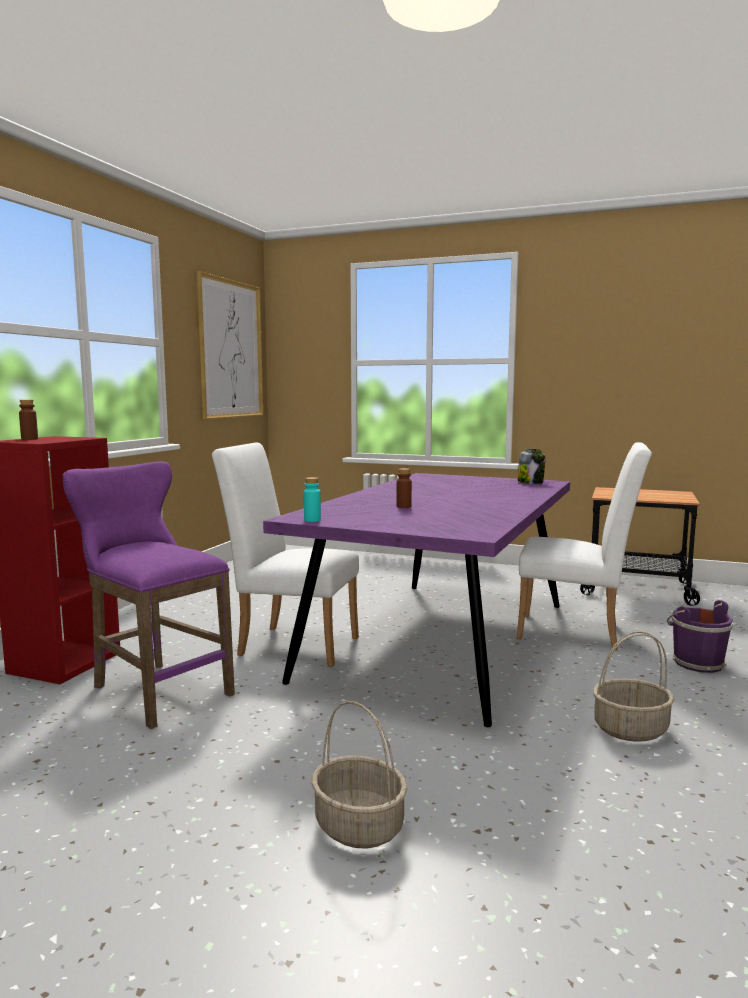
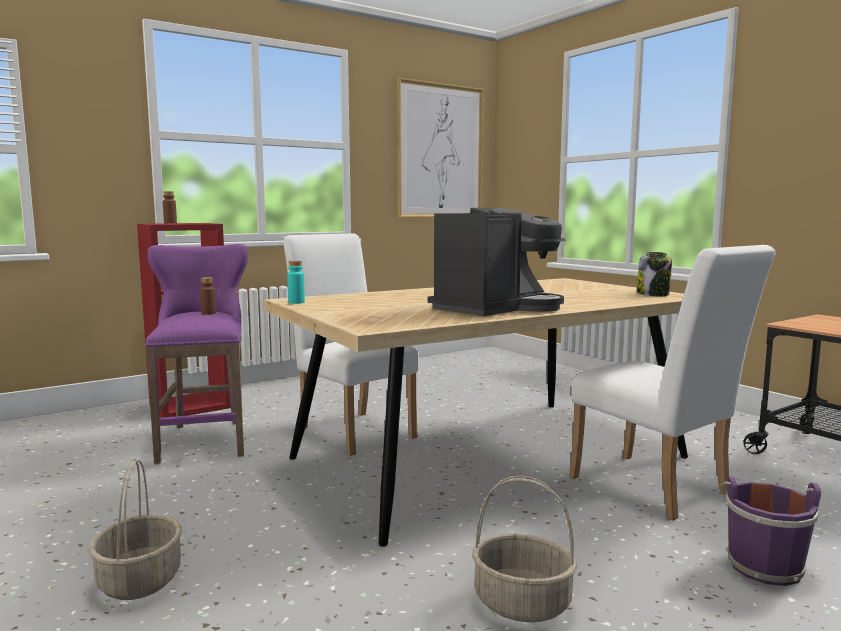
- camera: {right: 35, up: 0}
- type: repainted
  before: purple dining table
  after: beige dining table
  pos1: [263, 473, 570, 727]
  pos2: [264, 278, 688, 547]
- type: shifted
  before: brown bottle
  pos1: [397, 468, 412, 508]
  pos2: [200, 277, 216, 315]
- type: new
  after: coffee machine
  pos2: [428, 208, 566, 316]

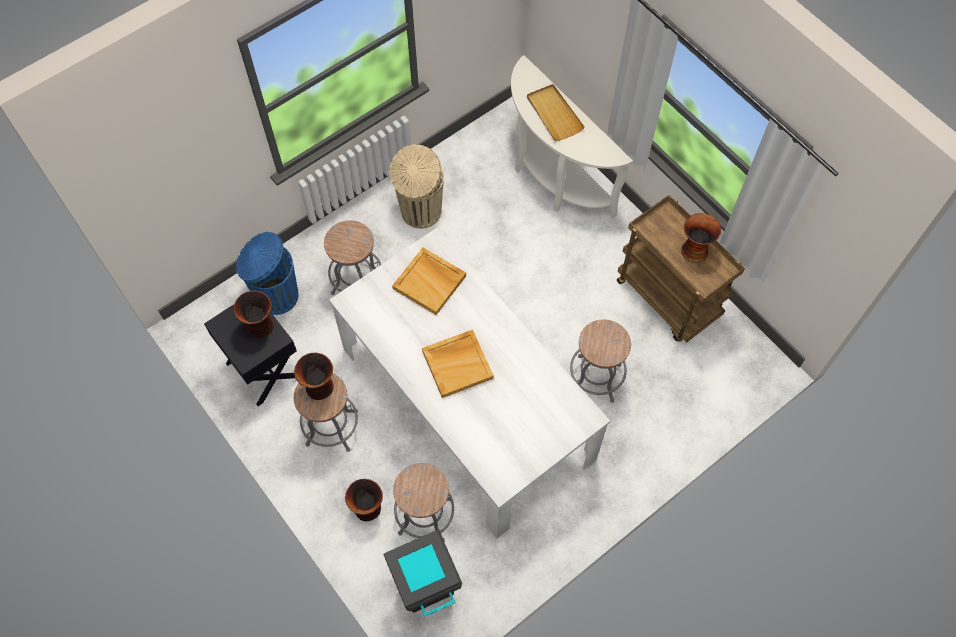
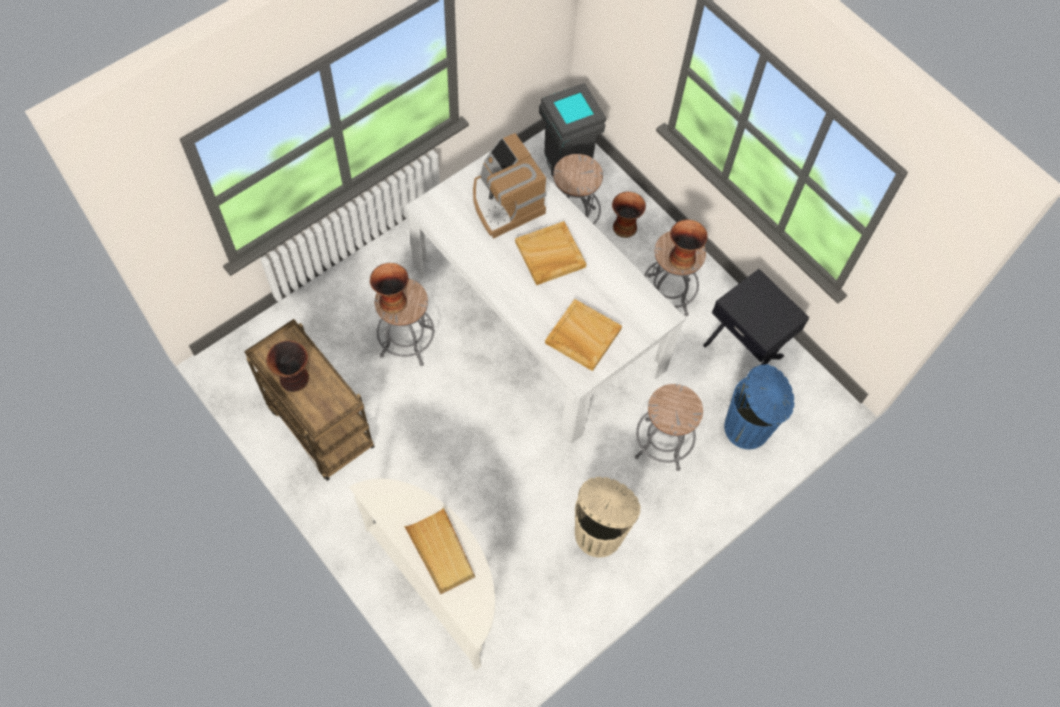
- camera: {right: 175, up: 0}
- type: shifted
  before: vase
  pos1: [234, 291, 274, 339]
  pos2: [370, 263, 409, 314]
- type: new
  after: coffee machine
  pos2: [473, 133, 546, 239]

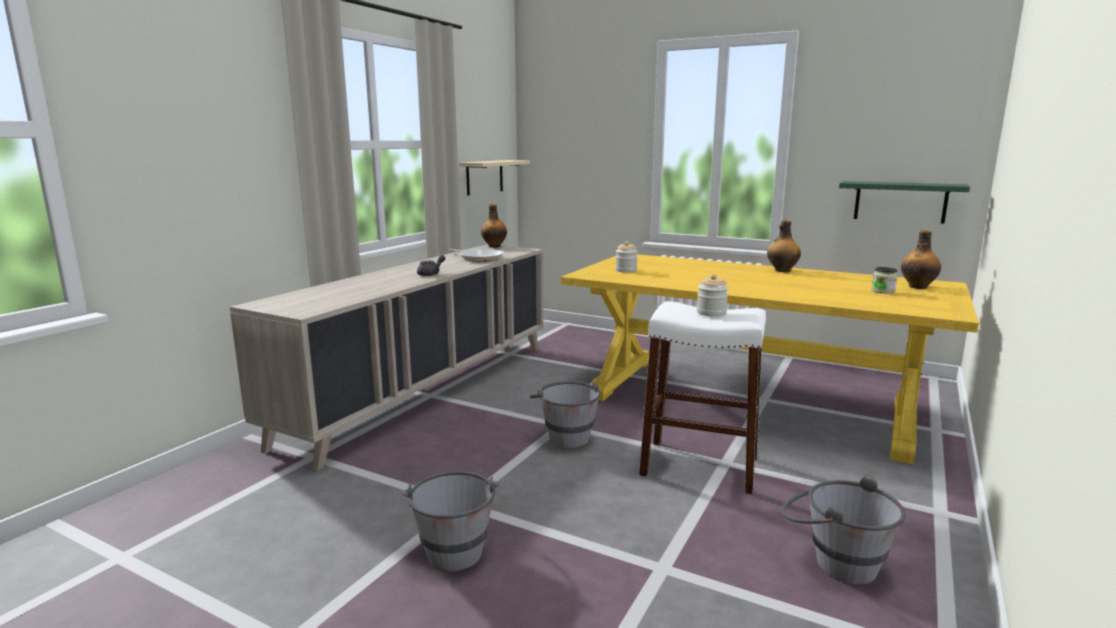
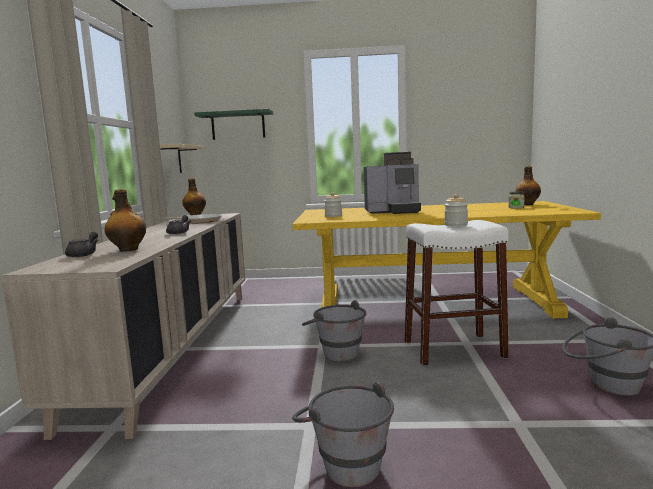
- camera: {right: -25, up: -5}
- type: shifted
  before: bottle
  pos1: [767, 220, 801, 272]
  pos2: [105, 189, 146, 252]
- type: shifted
  before: green shelf
  pos1: [839, 181, 970, 224]
  pos2: [194, 109, 273, 140]
- type: new
  after: grey teapot
  pos2: [65, 231, 98, 257]
- type: new
  after: coffee machine
  pos2: [364, 152, 421, 214]

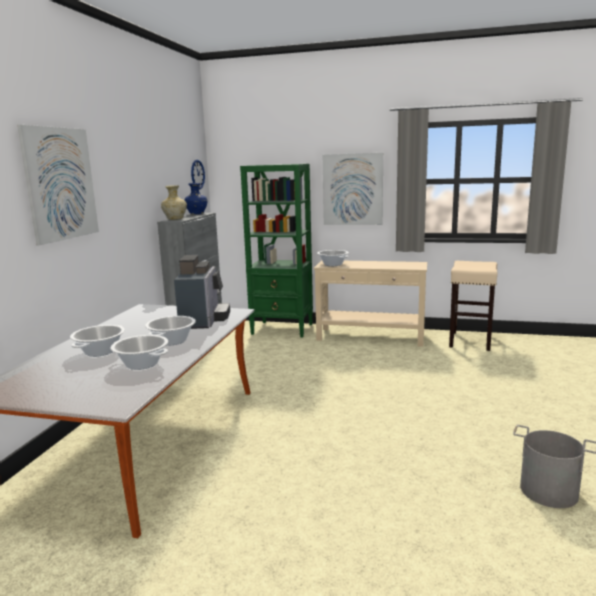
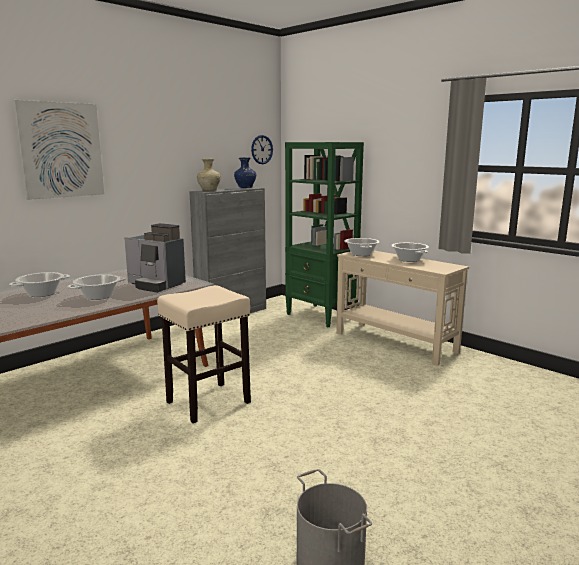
- camera: {right: 30, up: 0}
- type: shifted
  before: cooking pot
  pos1: [110, 335, 168, 370]
  pos2: [391, 243, 429, 262]
- type: rotated
  before: coffee machine
  pos1: [174, 255, 230, 329]
  pos2: [124, 223, 186, 293]
  turn: 90
- type: gone
  before: picture
  pos1: [323, 153, 383, 225]
- type: shifted
  before: beige stool
  pos1: [449, 261, 497, 351]
  pos2: [157, 285, 251, 423]

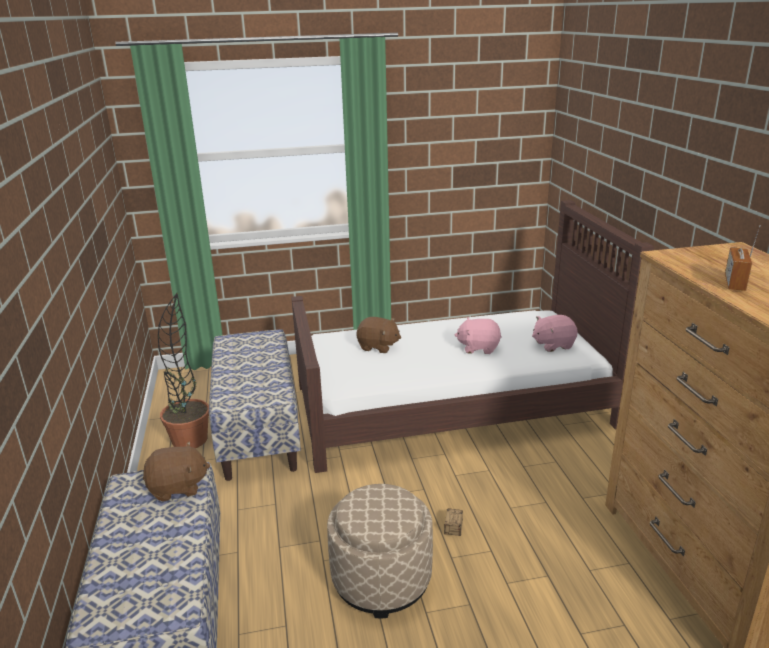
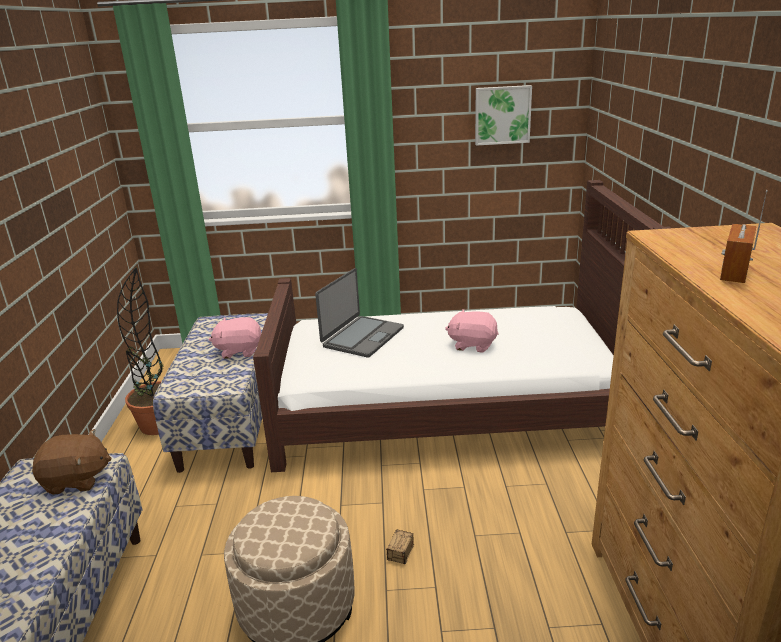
- camera: {right: 10, up: 0}
- type: swapped
  before: brown plush toy
  after: laptop
  pos1: [356, 317, 401, 353]
  pos2: [315, 268, 404, 358]
- type: shifted
  before: pink plush toy
  pos1: [532, 315, 578, 352]
  pos2: [209, 317, 261, 359]
- type: new
  after: picture
  pos2: [475, 85, 532, 146]

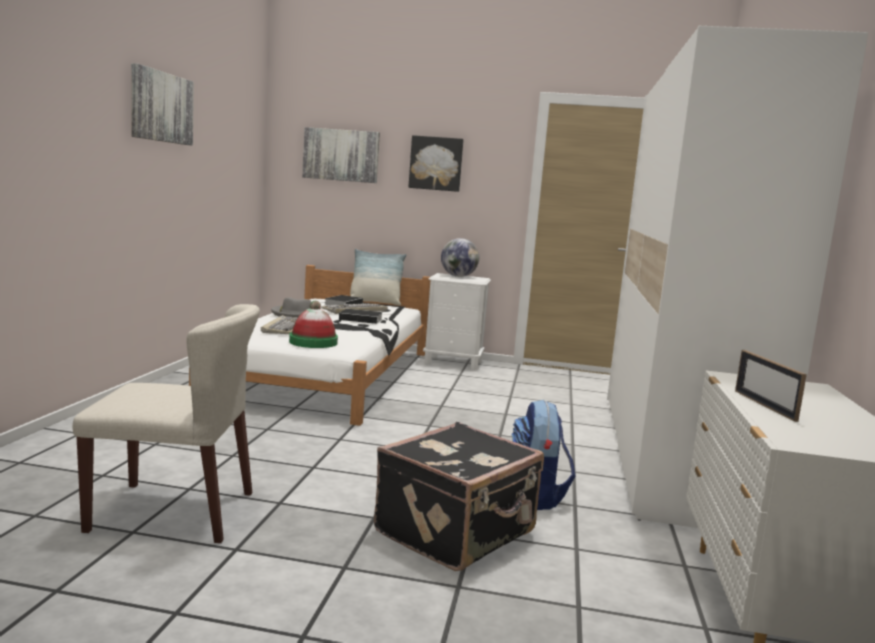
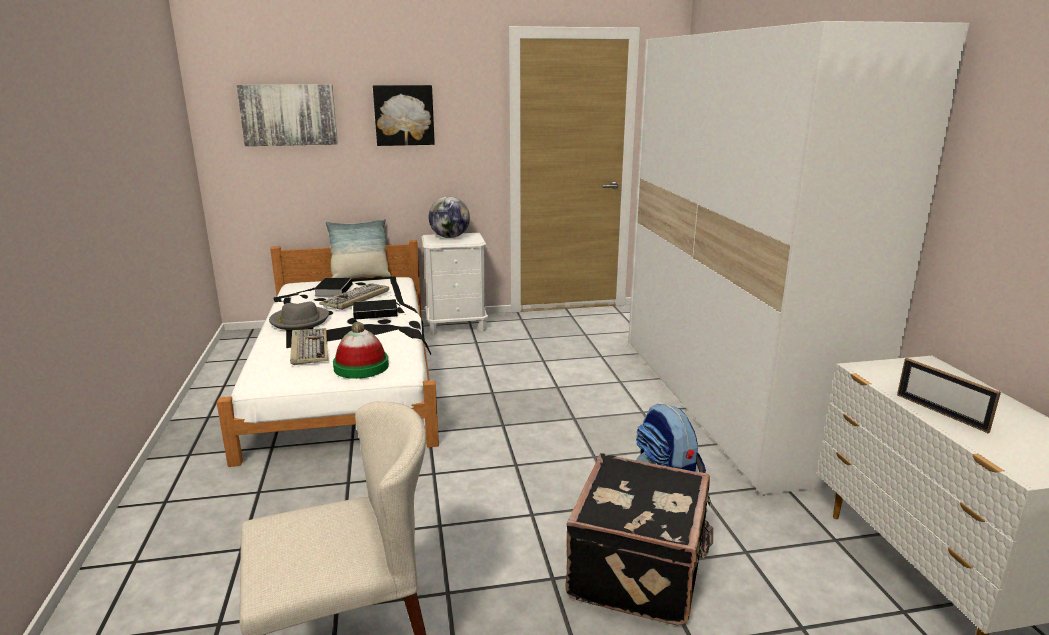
- camera: {right: -20, up: 10}
- type: gone
  before: picture
  pos1: [132, 63, 194, 146]

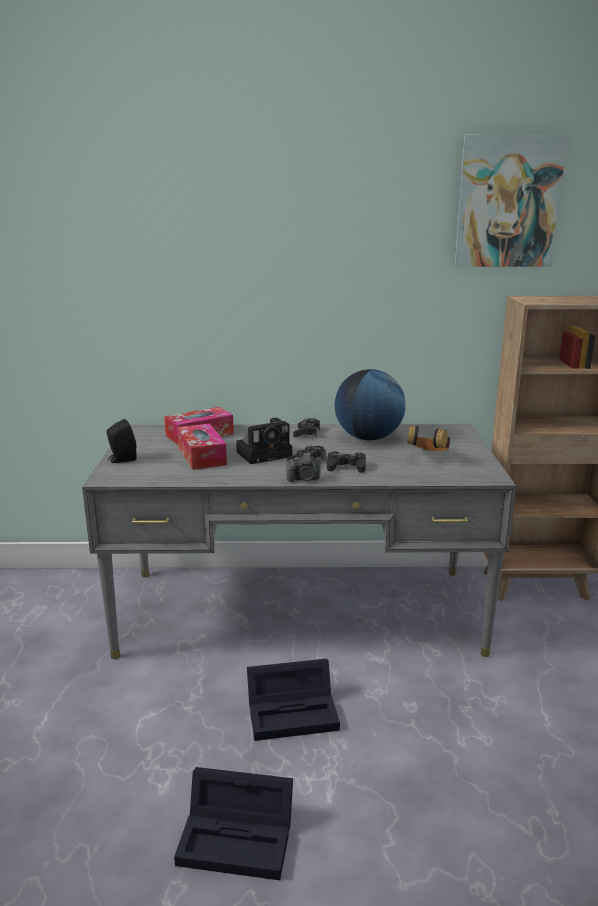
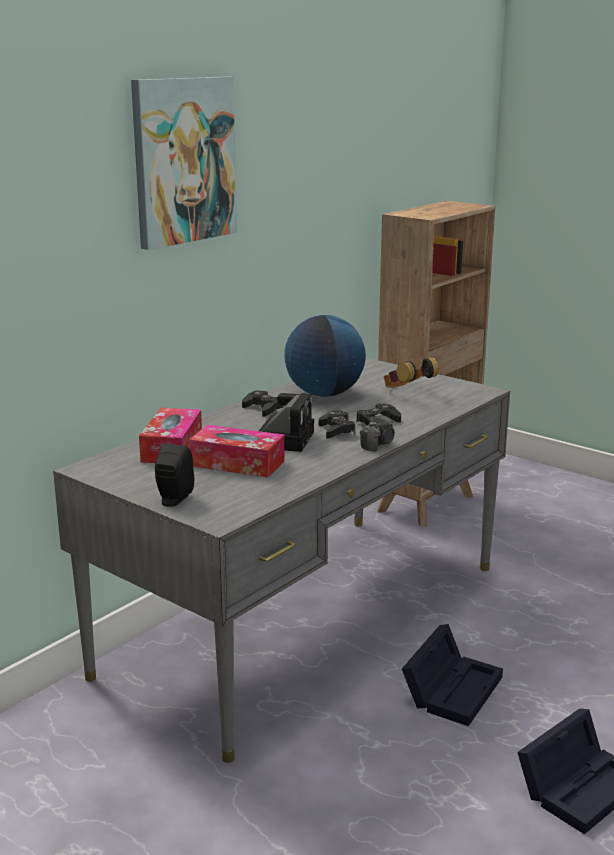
- camera: {right: -50, up: 0}
- type: shifted
  before: picture
  pos1: [453, 135, 568, 267]
  pos2: [131, 76, 237, 250]

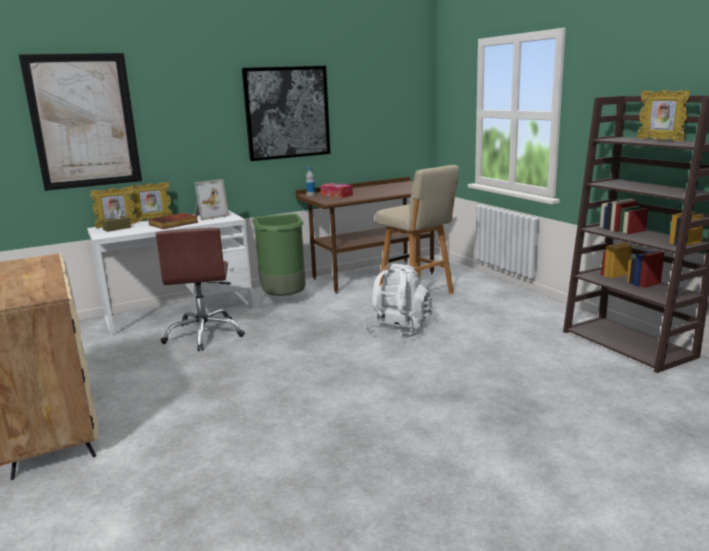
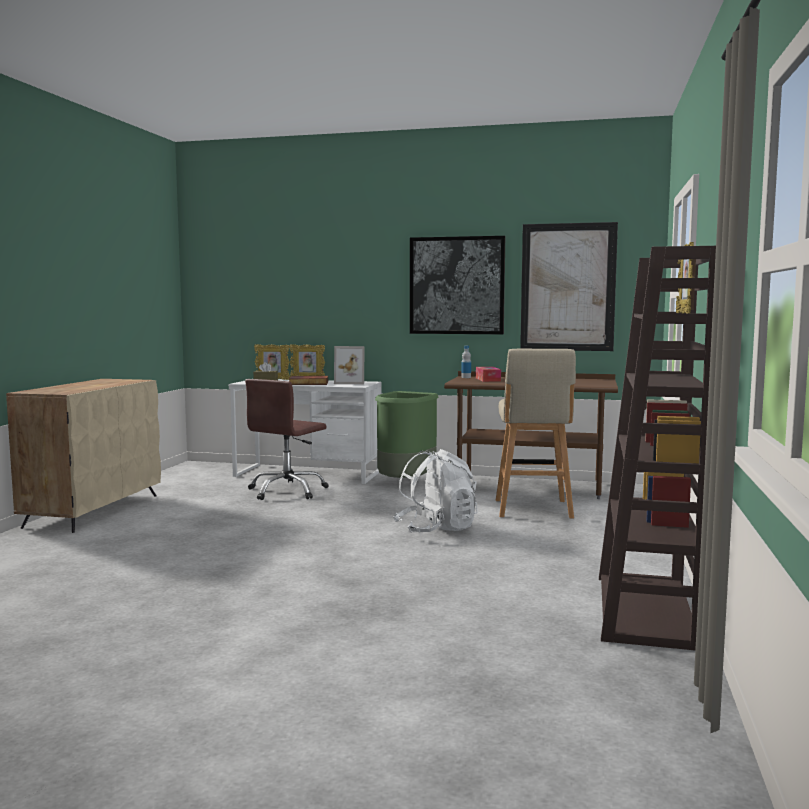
- camera: {right: 40, up: -10}
- type: shifted
  before: picture
  pos1: [19, 53, 142, 191]
  pos2: [520, 222, 618, 351]

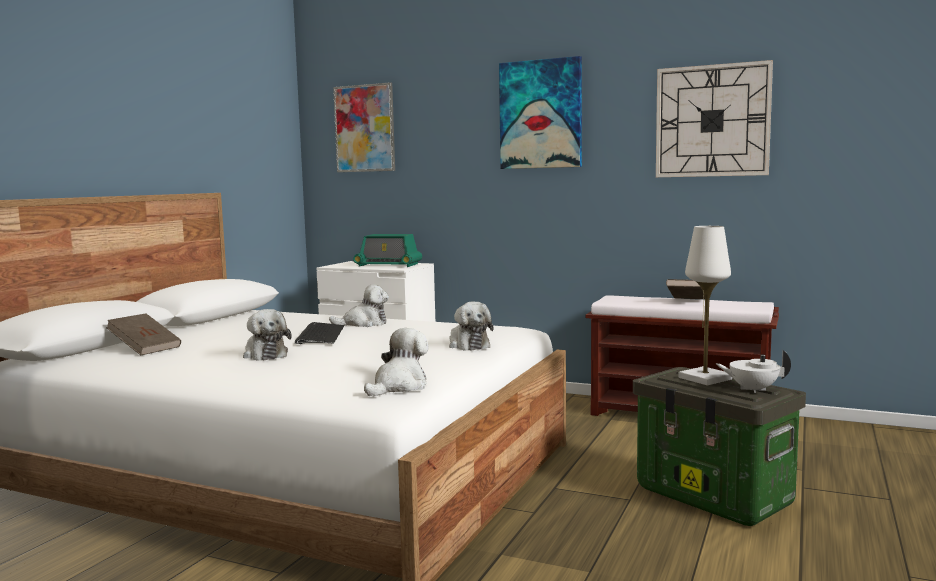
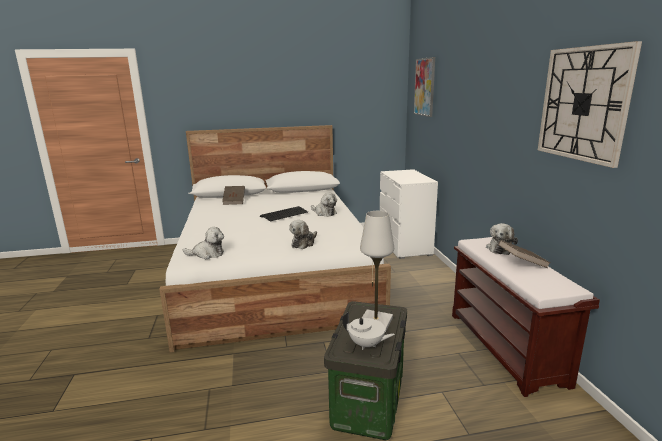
- camera: {right: 55, up: 10}
- type: shifted
  before: plush toy
  pos1: [243, 309, 292, 360]
  pos2: [486, 223, 518, 255]
- type: gone
  before: radio
  pos1: [353, 234, 422, 267]
- type: gone
  before: picture
  pos1: [499, 56, 582, 169]
- type: rotated
  before: white teapot
  pos1: [716, 350, 791, 393]
  pos2: [343, 312, 395, 350]
  turn: 135

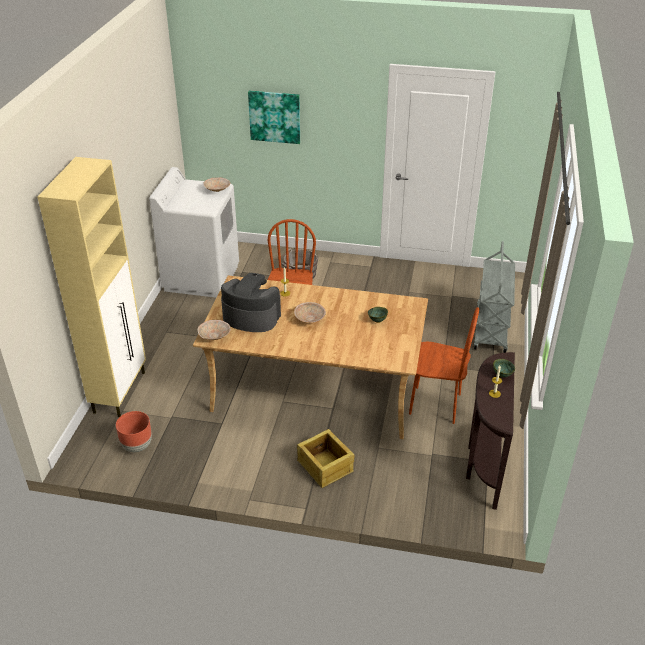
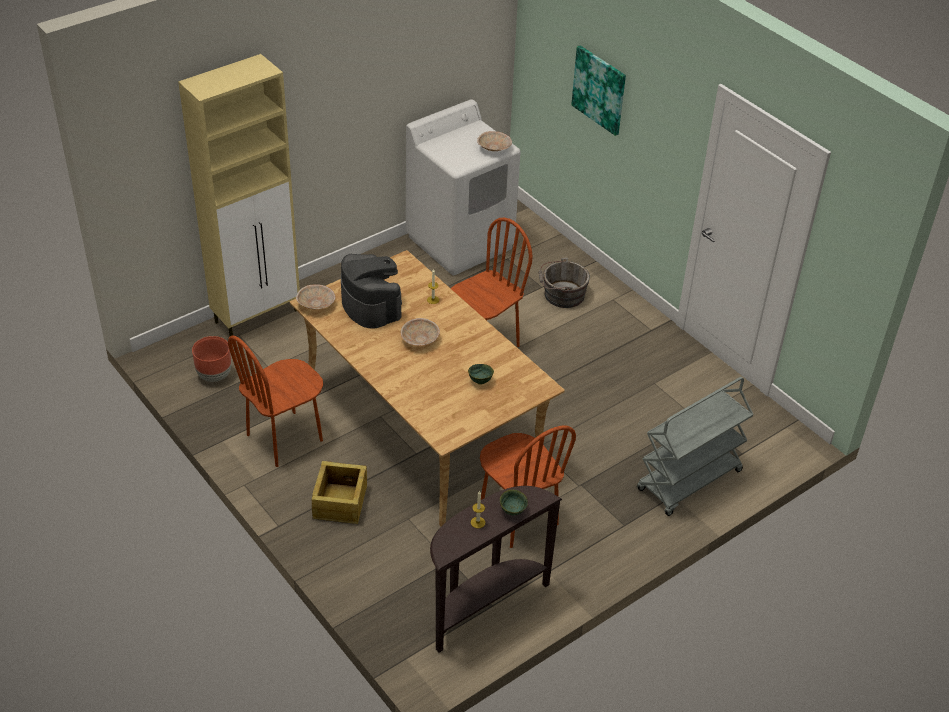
- camera: {right: 40, up: 5}
- type: new
  after: brown chair
  pos2: [228, 335, 323, 467]

